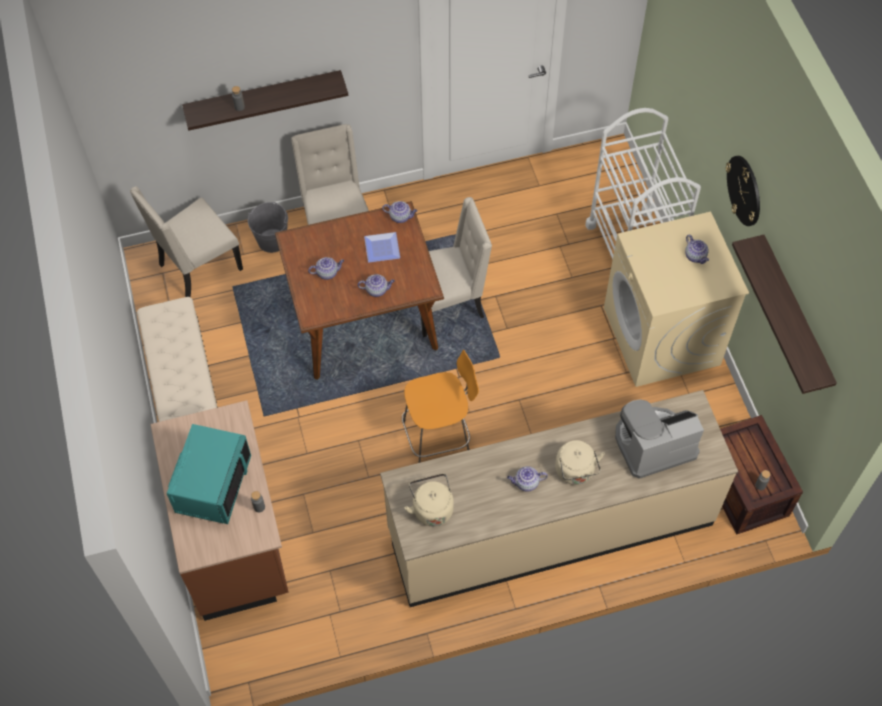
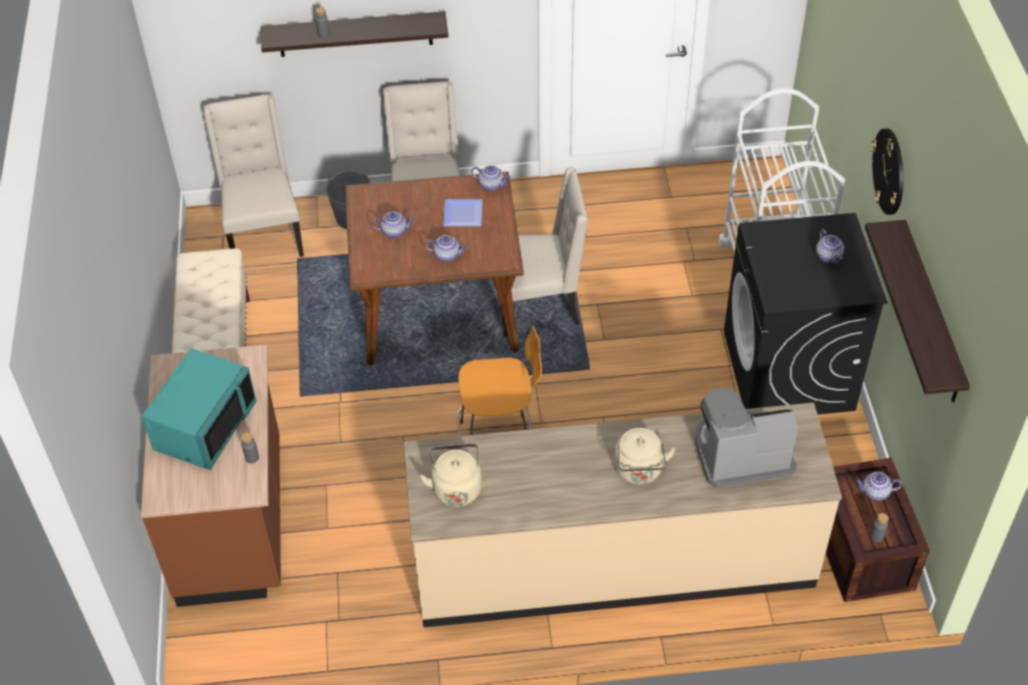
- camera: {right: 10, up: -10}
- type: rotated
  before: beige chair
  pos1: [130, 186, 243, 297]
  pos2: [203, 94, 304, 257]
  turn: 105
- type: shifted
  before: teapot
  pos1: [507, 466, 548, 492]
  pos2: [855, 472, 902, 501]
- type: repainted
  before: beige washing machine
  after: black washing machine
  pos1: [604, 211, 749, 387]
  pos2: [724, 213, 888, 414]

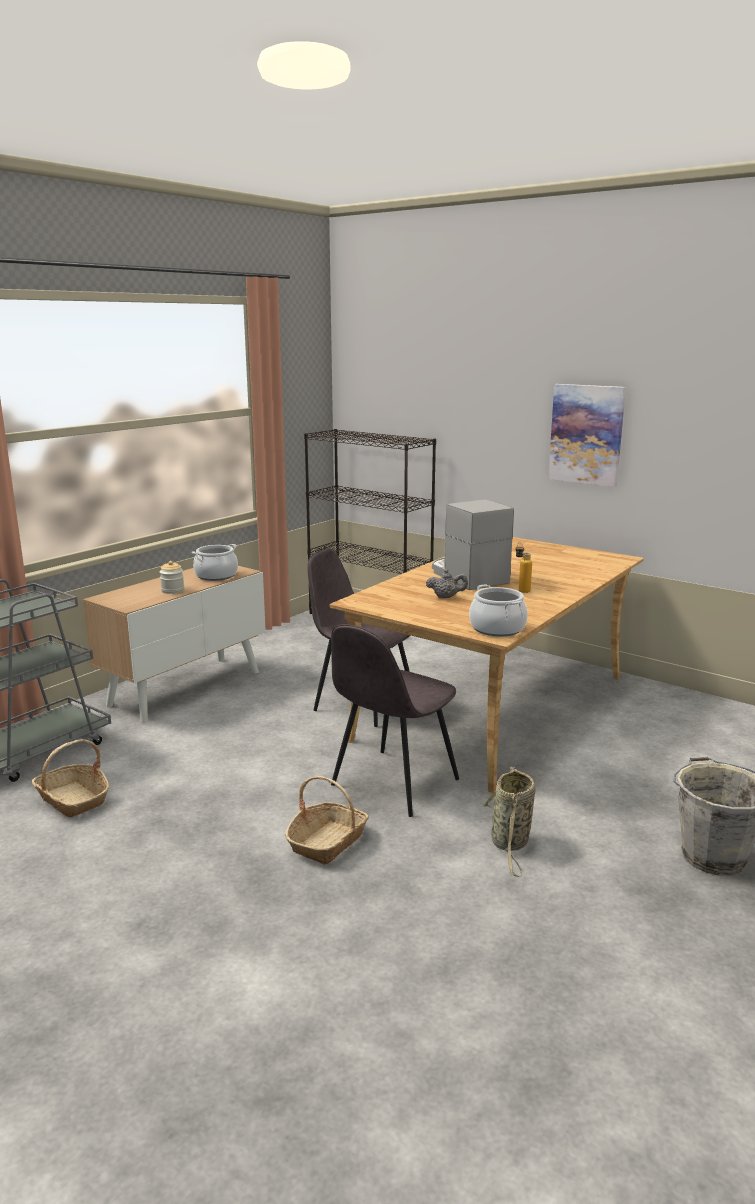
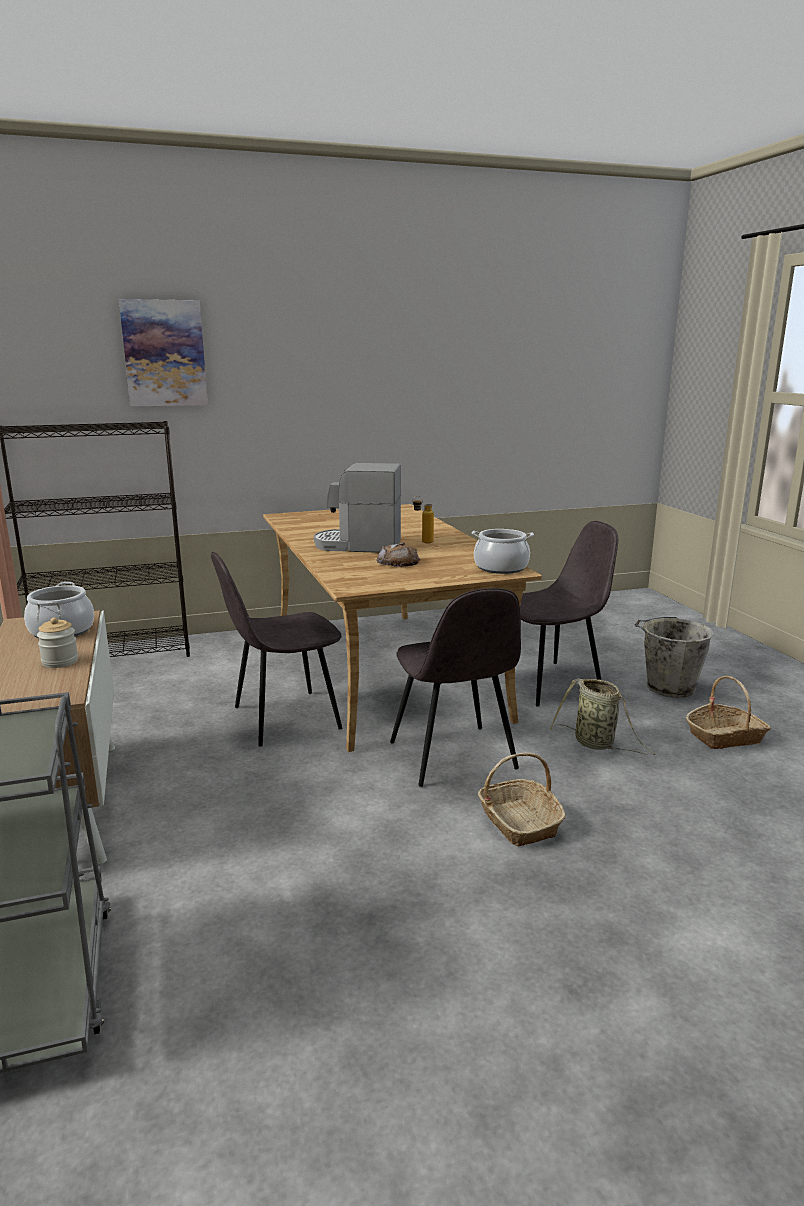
- camera: {right: -55, up: 0}
- type: shifted
  before: basket
  pos1: [32, 739, 110, 817]
  pos2: [686, 675, 771, 749]
- type: swapped
  before: grey teapot
  after: bread
  pos1: [426, 569, 468, 598]
  pos2: [377, 542, 420, 567]
- type: shifted
  before: picture
  pos1: [548, 384, 626, 487]
  pos2: [119, 299, 208, 407]
- type: new
  after: grey chair
  pos2: [520, 521, 618, 707]

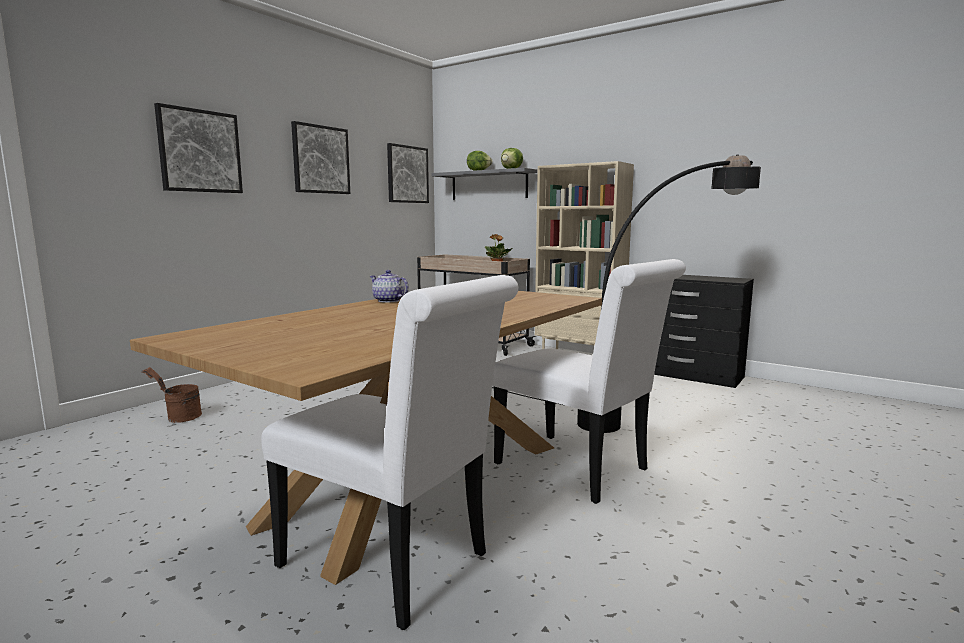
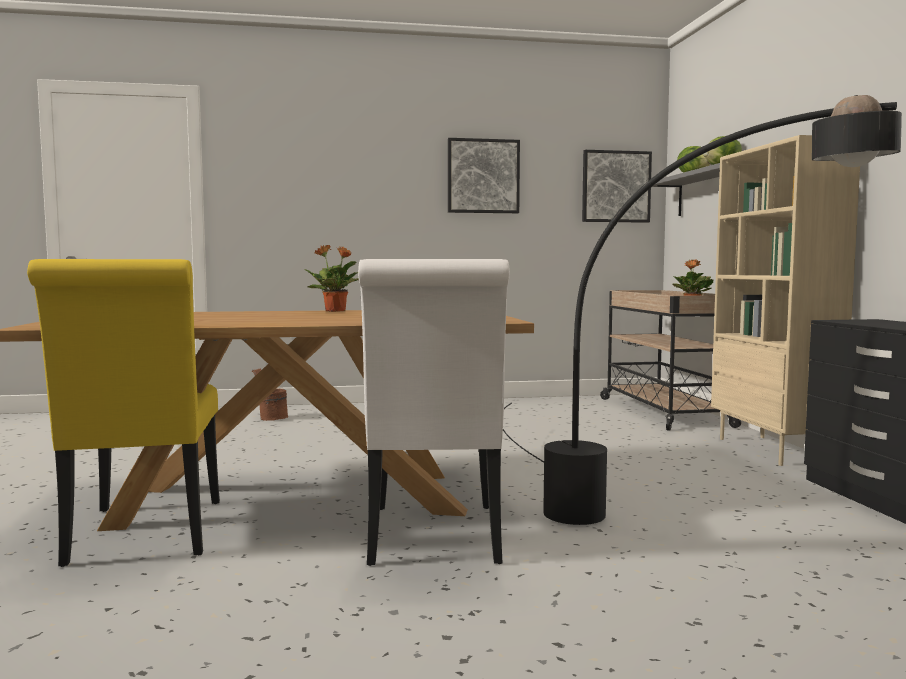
- camera: {right: 45, up: -5}
- type: gone
  before: picture
  pos1: [154, 103, 243, 193]
- type: repainted
  before: white chair
  after: yellow chair
  pos1: [261, 275, 519, 630]
  pos2: [27, 259, 220, 567]
- type: swapped
  before: teapot
  after: potted plant
  pos1: [370, 270, 409, 303]
  pos2: [304, 245, 359, 312]

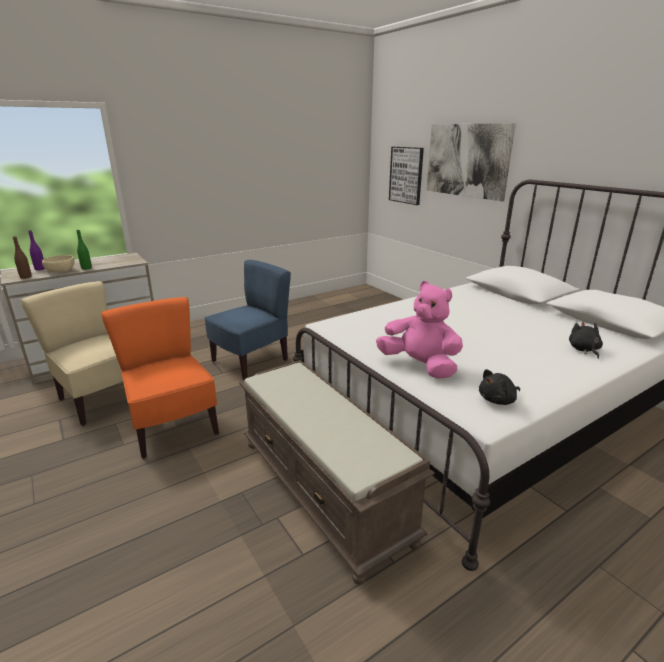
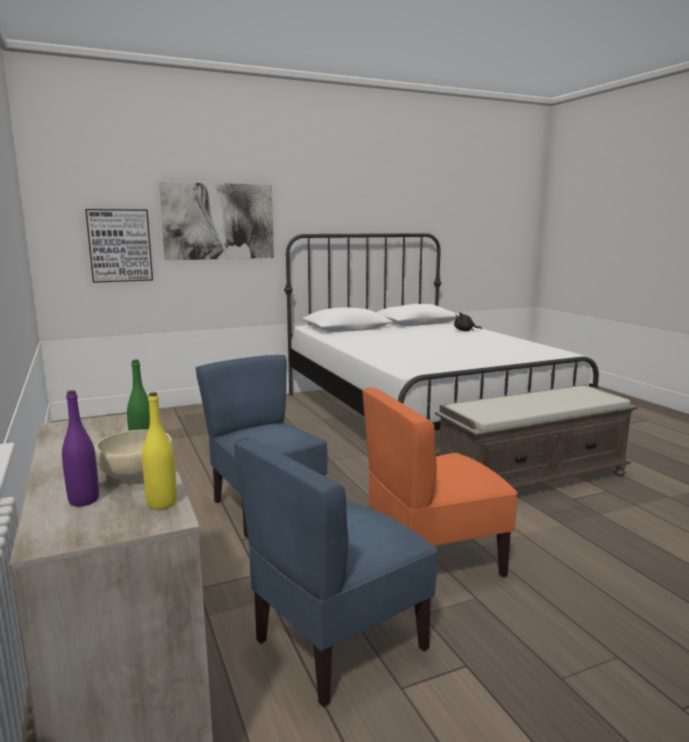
- camera: {right: -80, up: -10}
- type: repainted
  before: brown bottle
  after: yellow bottle
  pos1: [13, 236, 32, 279]
  pos2: [142, 392, 177, 510]
- type: repainted
  before: beige chair
  after: blue chair
  pos1: [20, 281, 123, 426]
  pos2: [234, 438, 437, 707]
- type: gone
  before: pink plush toy
  pos1: [376, 281, 463, 379]
- type: gone
  before: black plush toy
  pos1: [479, 369, 520, 405]

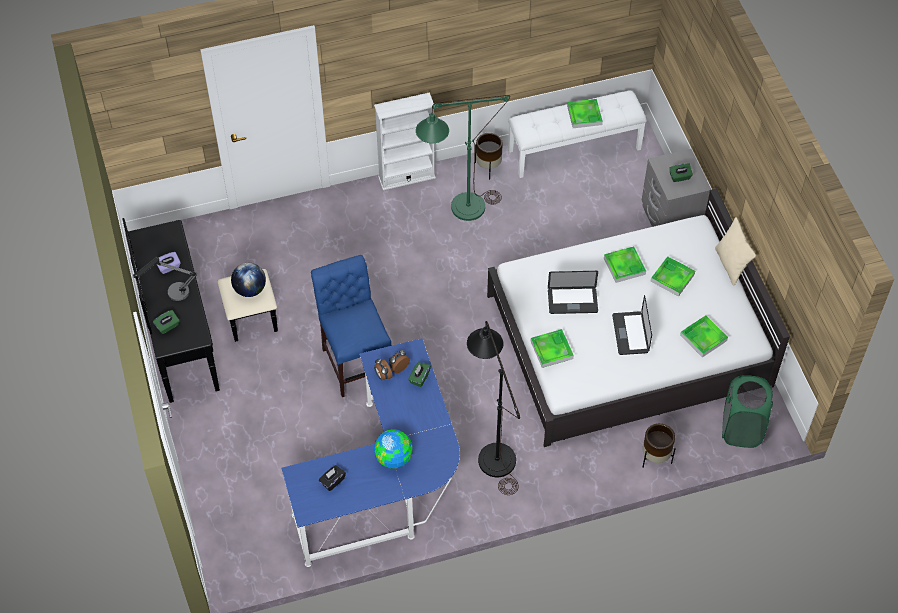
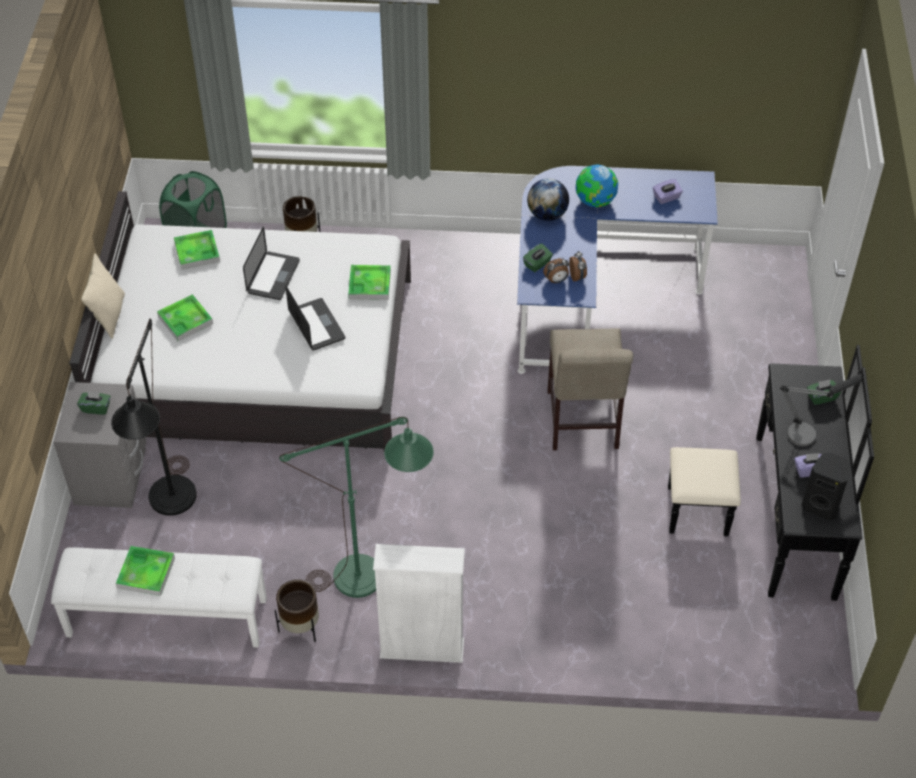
- camera: {right: -160, up: -5}
- type: shifted
  before: globe
  pos1: [231, 263, 266, 297]
  pos2: [527, 178, 569, 221]
- type: repainted
  before: blue chair
  after: beige chair
  pos1: [311, 255, 391, 397]
  pos2: [547, 328, 633, 450]
- type: repainted
  before: black tissue box
  after: purple tissue box
  pos1: [319, 465, 346, 491]
  pos2: [653, 179, 683, 204]
- type: shifted
  before: black floor lamp
  pos1: [467, 321, 520, 495]
  pos2: [111, 319, 197, 516]
- type: rotated
  before: laptop
  pos1: [548, 271, 598, 314]
  pos2: [285, 285, 345, 351]
  turn: 45
- type: gone
  before: tray
  pos1: [604, 246, 646, 283]
- type: new
  after: black speaker
  pos2: [802, 453, 851, 520]

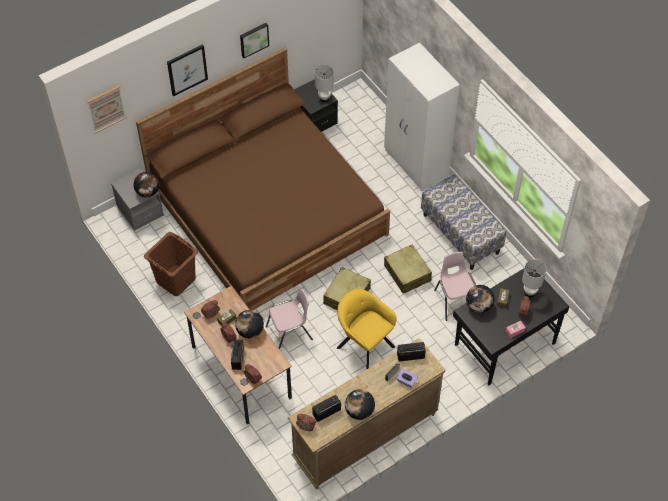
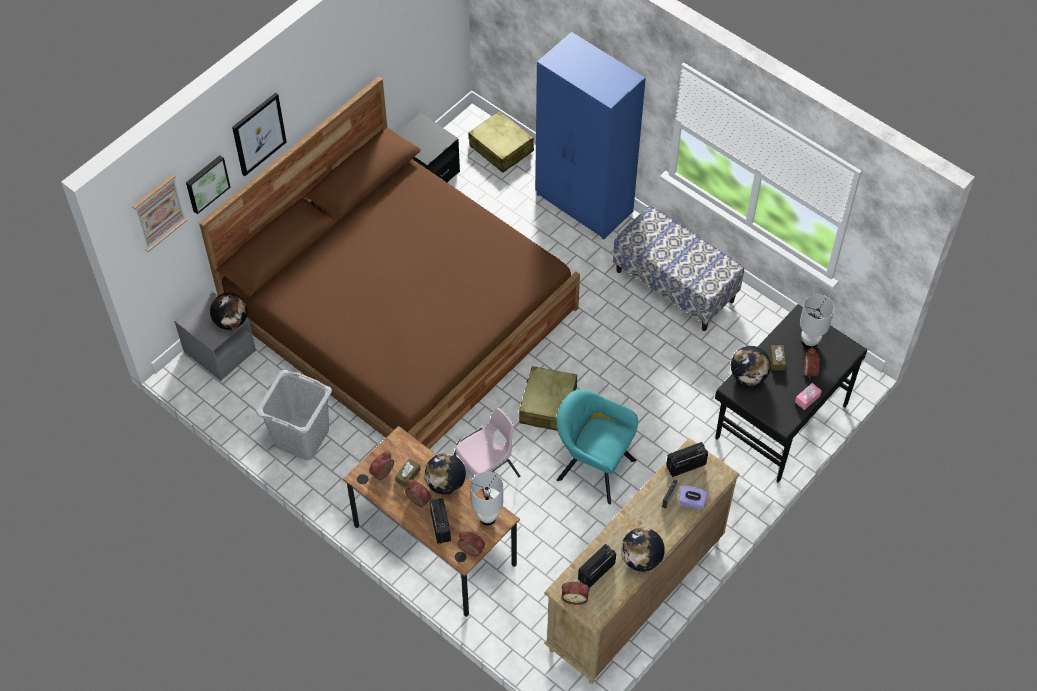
- camera: {right: -15, up: 0}
- type: repainted
  before: brown laundry basket
  after: grey laundry basket
  pos1: [144, 232, 198, 297]
  pos2: [256, 370, 332, 460]
- type: shifted
  before: picture
  pos1: [240, 23, 269, 58]
  pos2: [186, 156, 230, 214]
- type: shifted
  before: white table lamp
  pos1: [315, 65, 334, 102]
  pos2: [470, 472, 503, 526]
- type: repainted
  before: yellow armchair
  after: turquoise armchair
  pos1: [337, 289, 397, 369]
  pos2: [556, 389, 638, 504]
- type: repainted
  before: white wardrobe
  after: blue wardrobe
  pos1: [384, 42, 460, 191]
  pos2: [535, 32, 646, 240]
- type: shifted
  before: beige suitcase
  pos1: [384, 244, 432, 293]
  pos2: [469, 111, 534, 173]
- type: gone
  before: pink chair
  pos1: [434, 252, 476, 321]

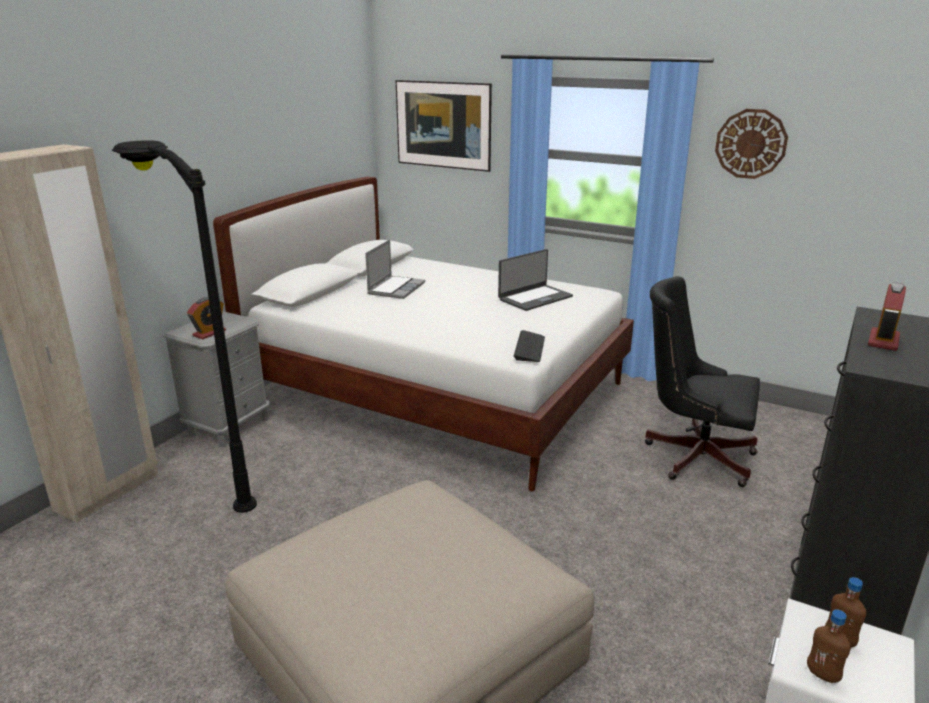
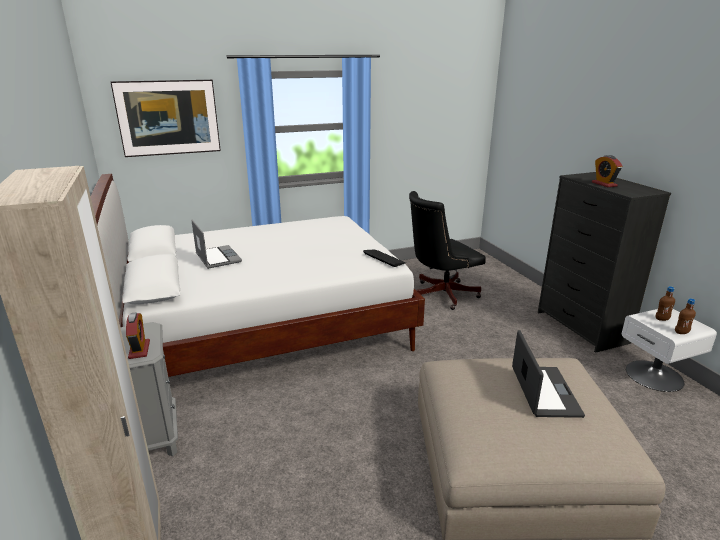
- camera: {right: -50, up: 0}
- type: gone
  before: black floor lamp
  pos1: [112, 140, 257, 513]
- type: shifted
  before: laptop
  pos1: [498, 249, 573, 311]
  pos2: [512, 330, 585, 418]
- type: gone
  before: wall clock
  pos1: [715, 109, 788, 179]

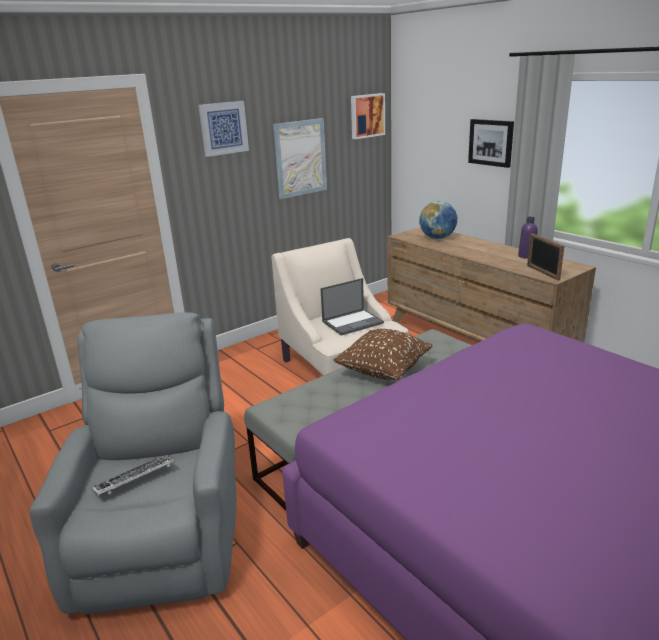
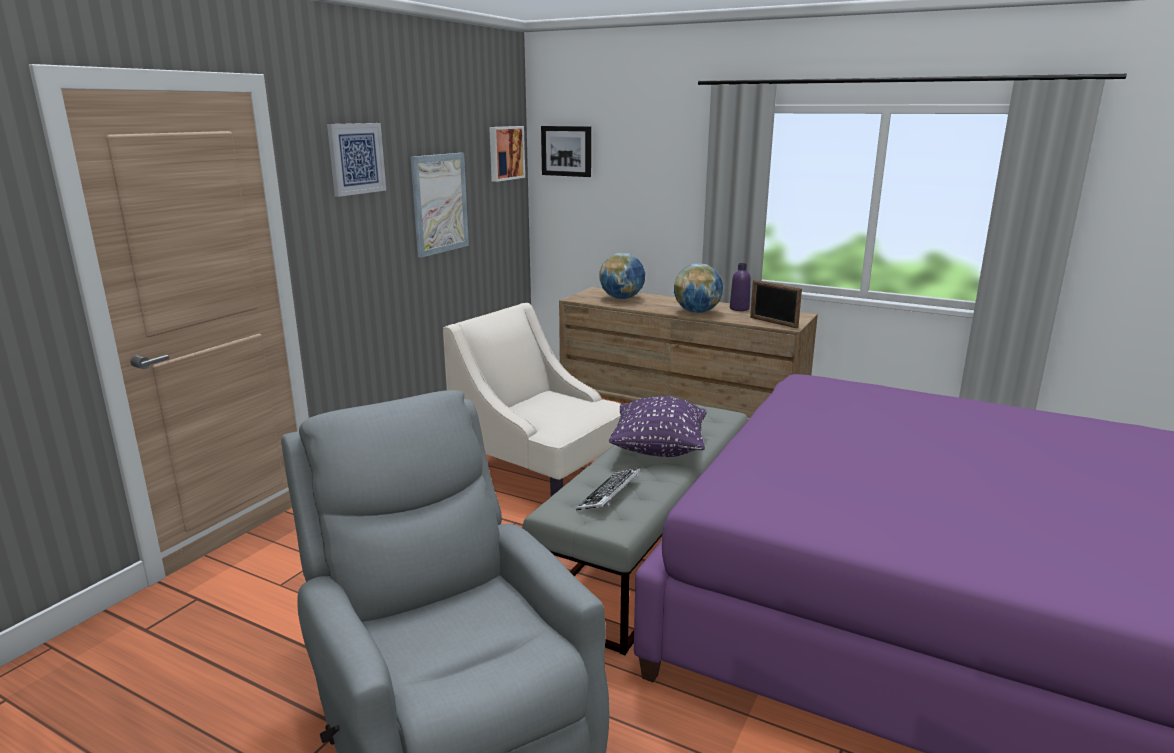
- camera: {right: -25, up: -5}
- type: shifted
  before: keyboard
  pos1: [92, 455, 175, 496]
  pos2: [576, 468, 640, 510]
- type: gone
  before: laptop
  pos1: [320, 278, 384, 336]
- type: repainted
  before: brown pillow
  after: purple pillow
  pos1: [333, 329, 432, 380]
  pos2: [609, 396, 706, 457]
- type: shifted
  before: picture
  pos1: [468, 119, 514, 168]
  pos2: [541, 126, 591, 177]
- type: new
  after: globe
  pos2: [674, 263, 723, 313]

